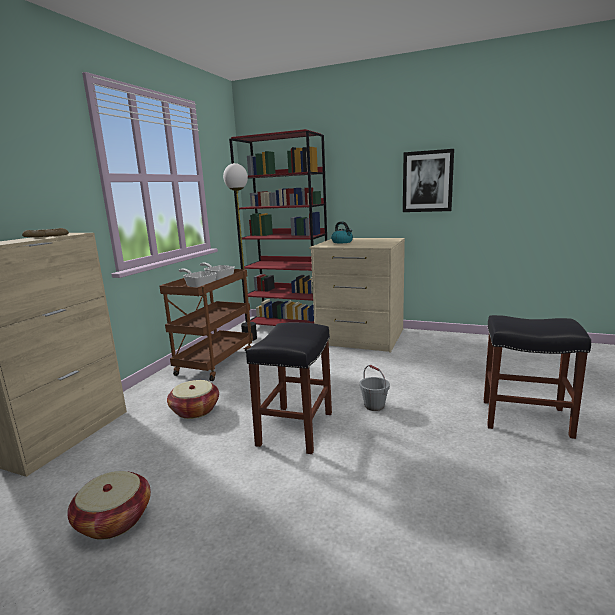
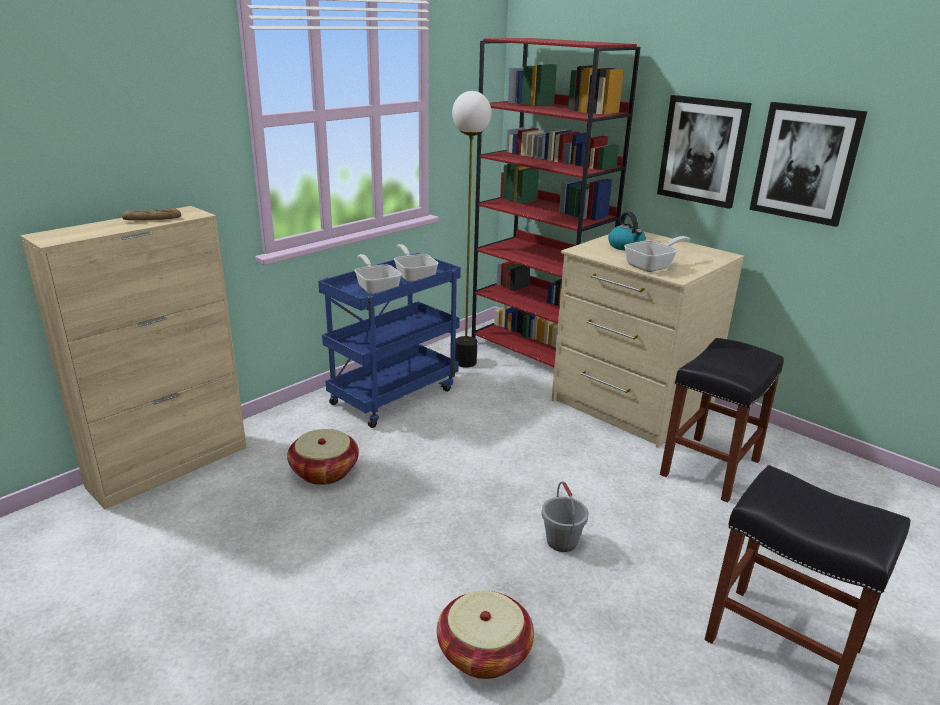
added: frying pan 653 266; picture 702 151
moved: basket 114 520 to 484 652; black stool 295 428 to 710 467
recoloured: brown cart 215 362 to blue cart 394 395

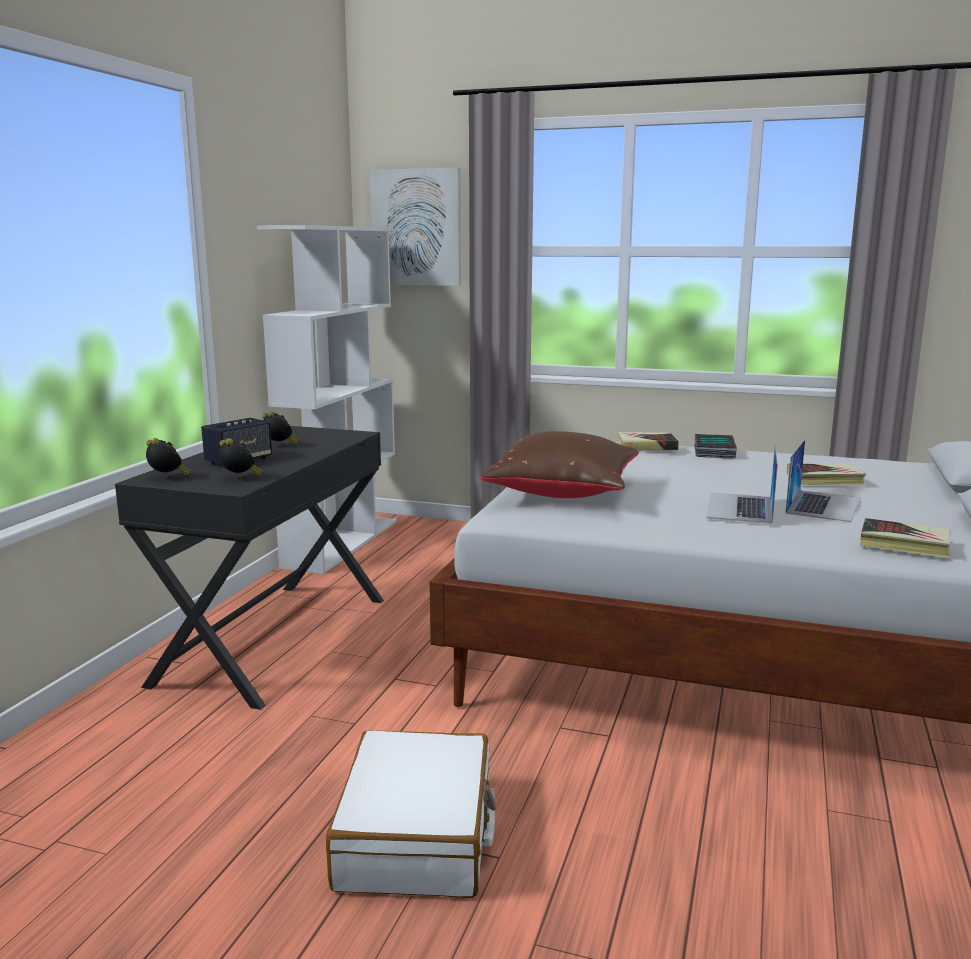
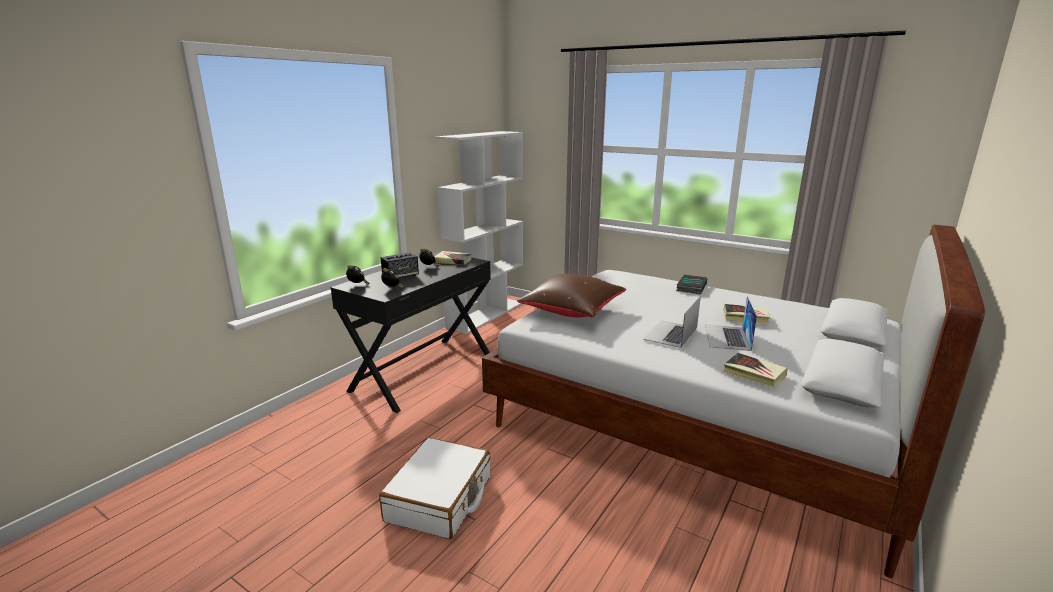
removed: picture 416 227
moved: book 646 446 to 452 261
turned: laptop 823 505 = 727 337 150 degrees clockwise

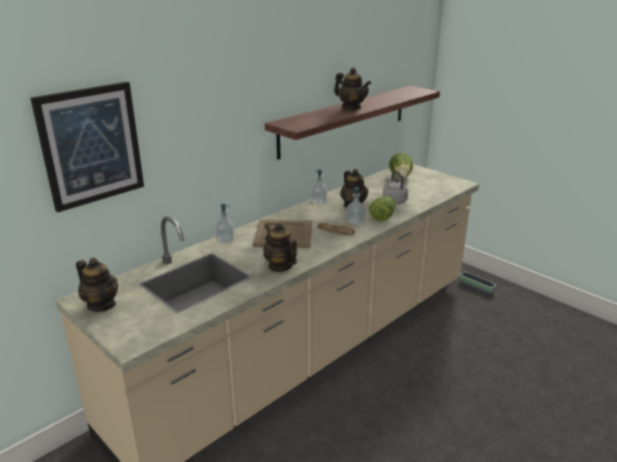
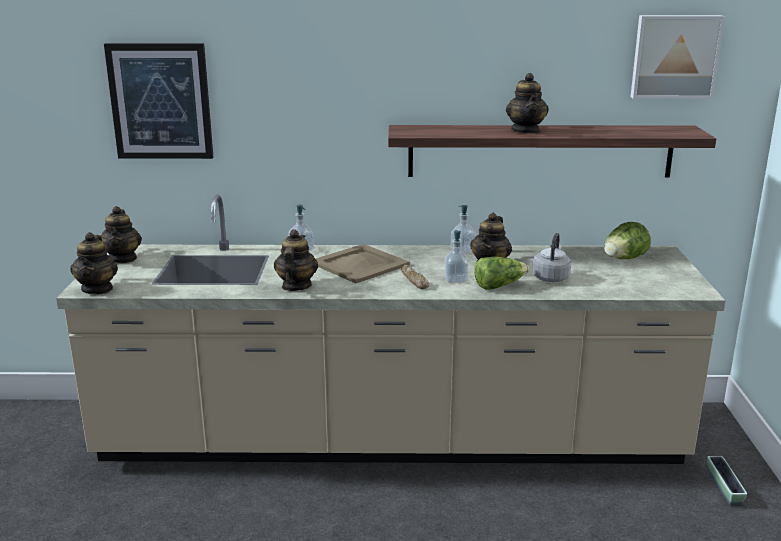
added: teapot 97 289; picture 674 56

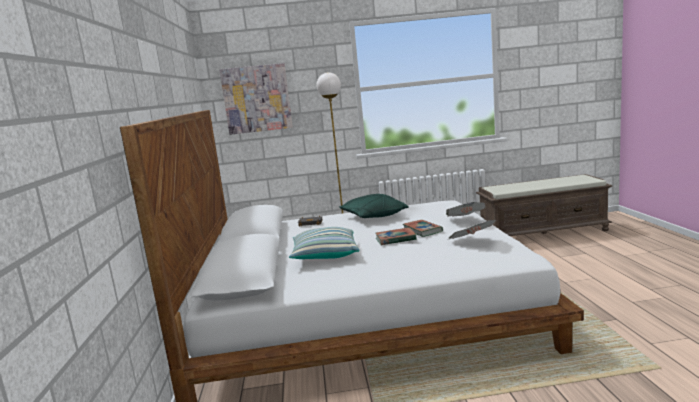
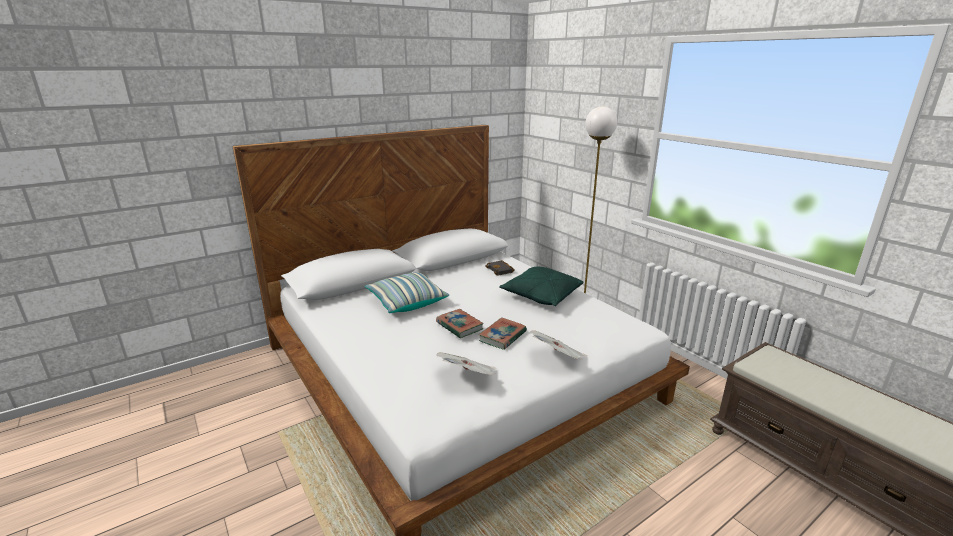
removed: picture 257 99

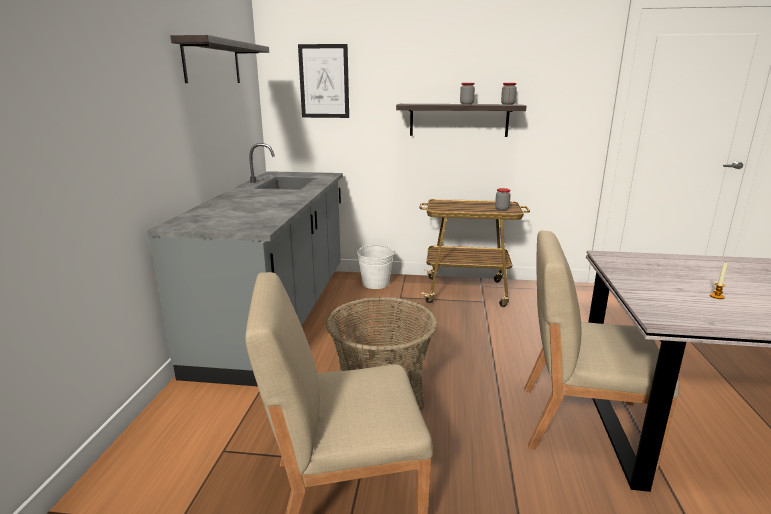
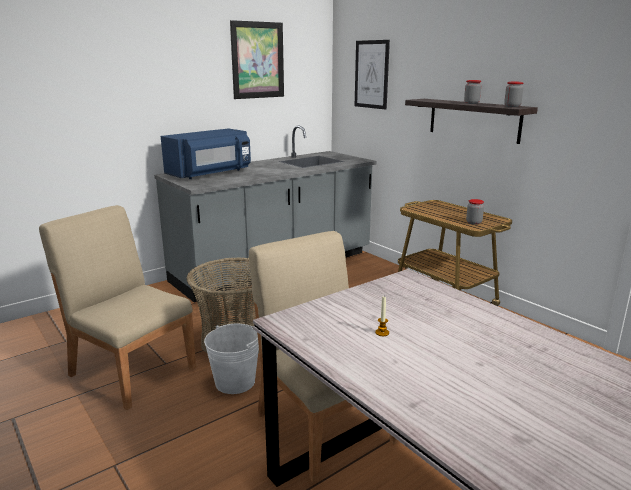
added: blue microwave 211 174
moved: white bucket 375 283 to 235 382
replaced: shelf 212 62 to picture 257 60

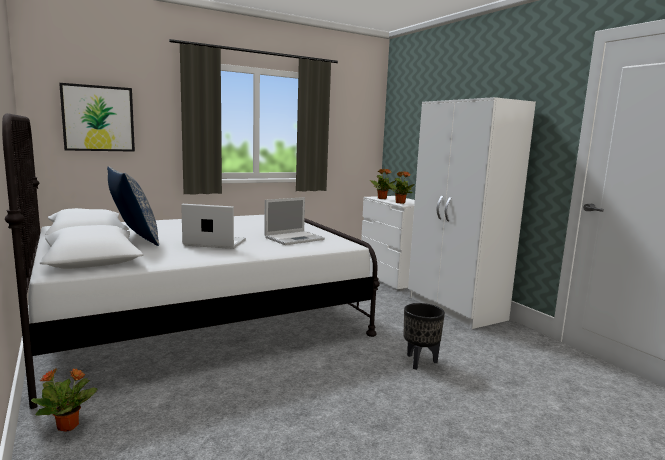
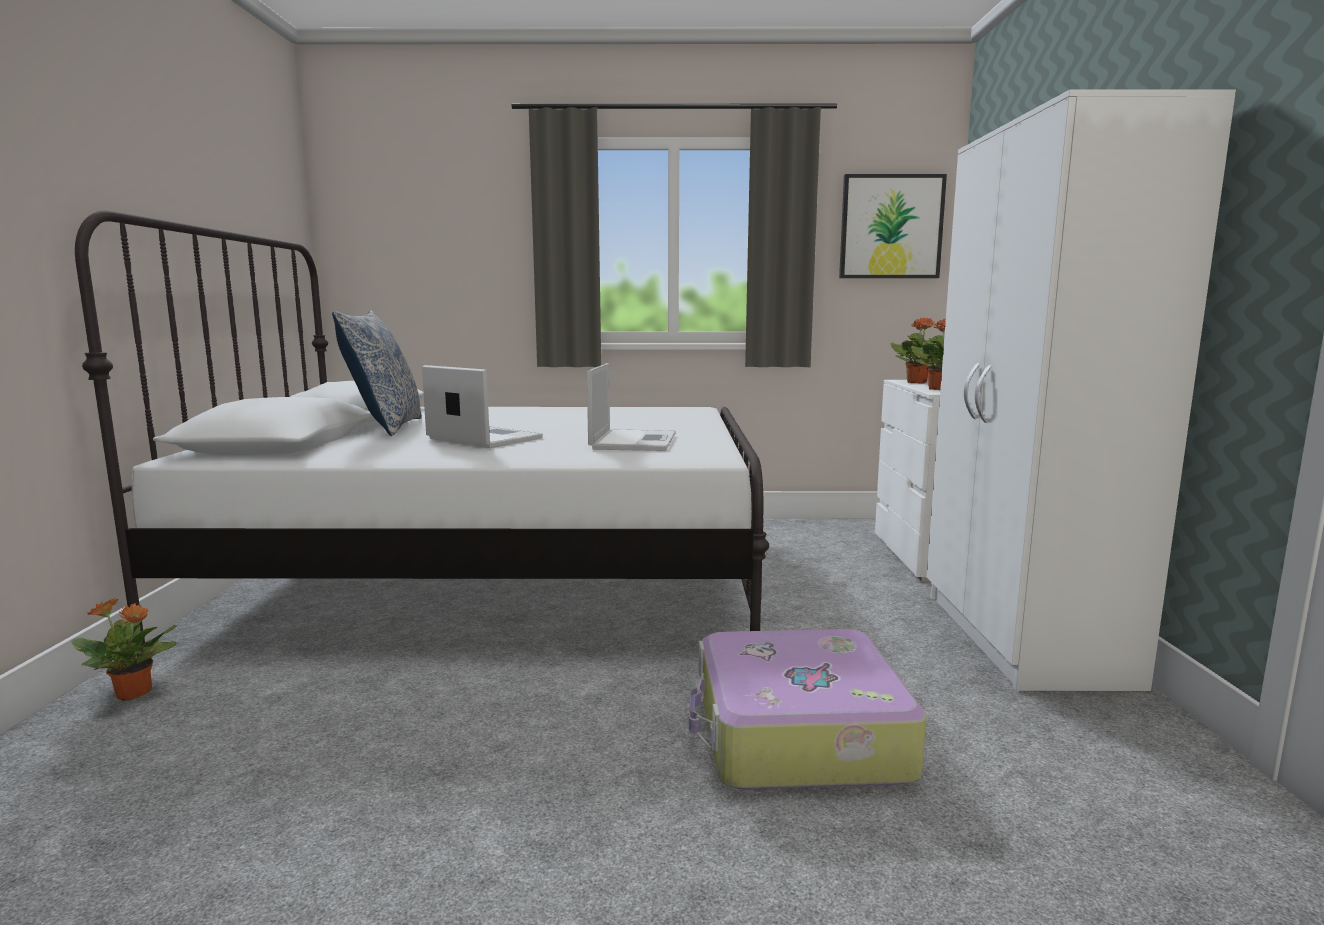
moved: picture 98 118 to 891 227
replaced: black planter 420 362 to suitcase 797 735
turned: laptop 295 238 = 633 441 75 degrees counterclockwise

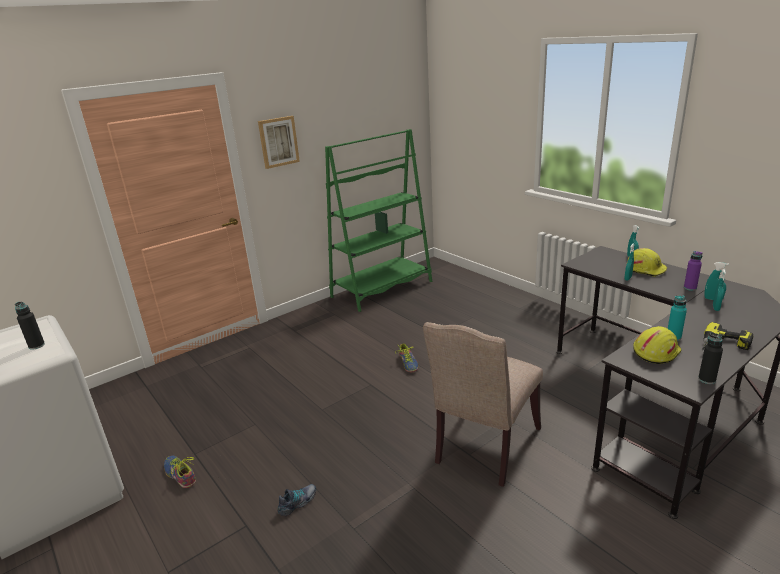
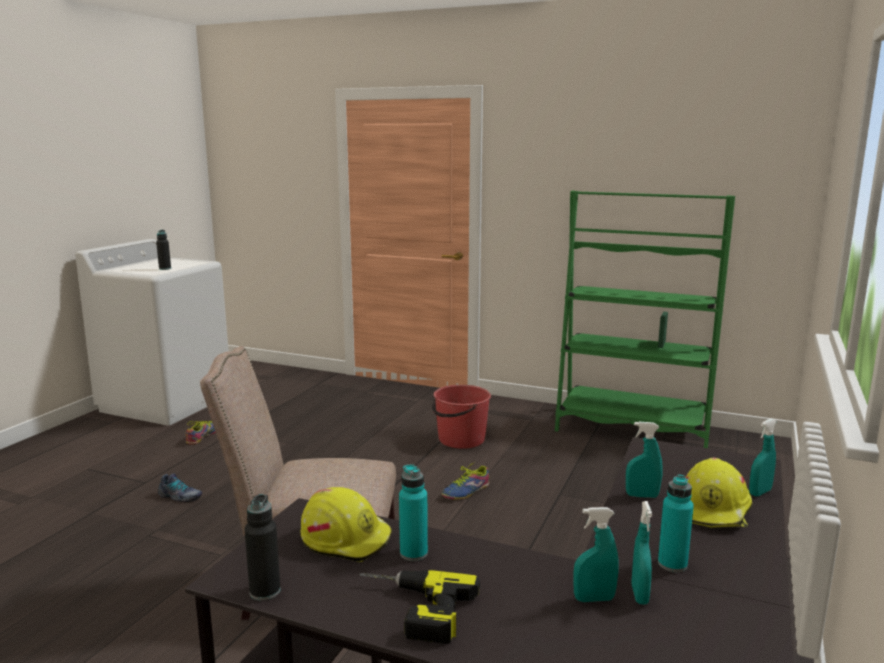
removed: picture 278 142
added: red bucket 460 439
recoloured: purple bottle 690 288 to turquoise bottle 672 564

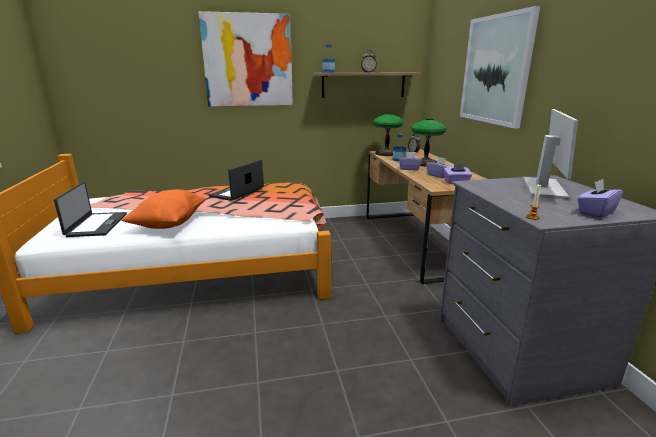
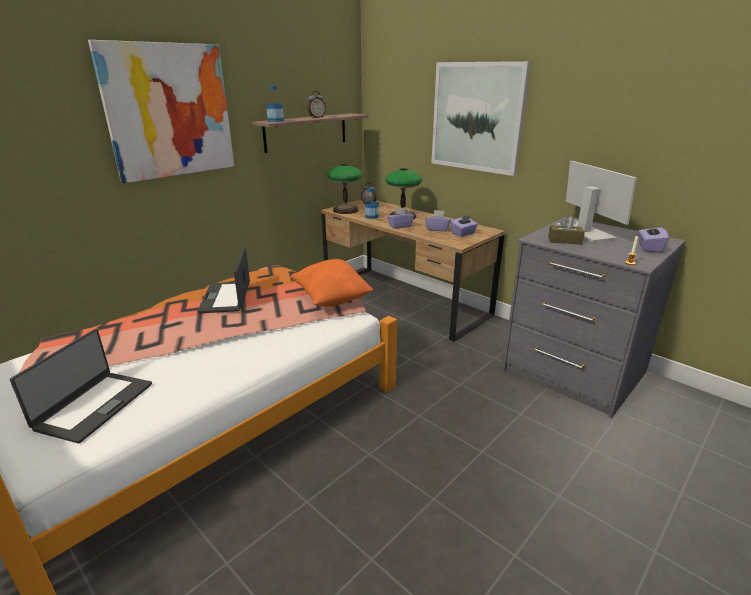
added: brown tissue box 564 241
moved: orange pillow 169 224 to 331 299
turned: laptop 96 225 = 94 406 60 degrees clockwise

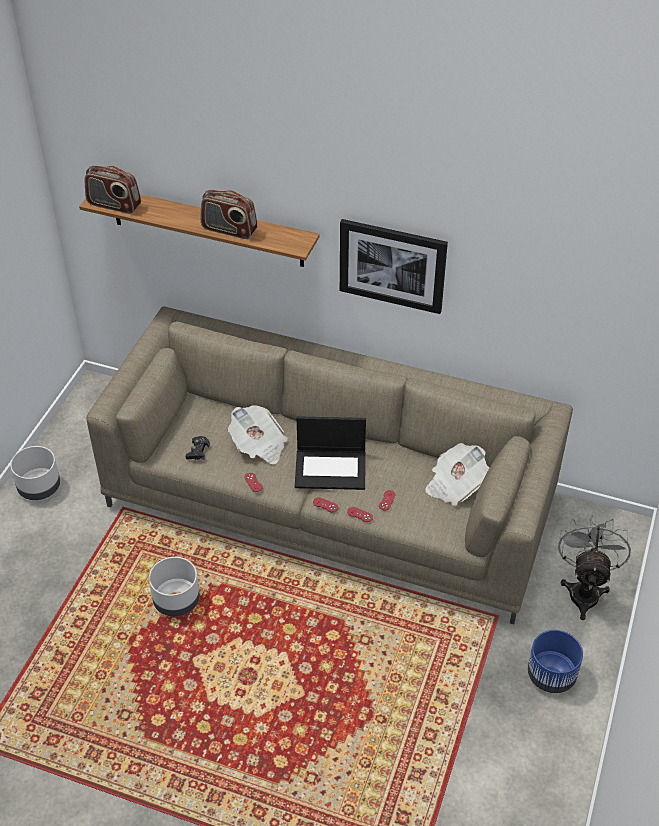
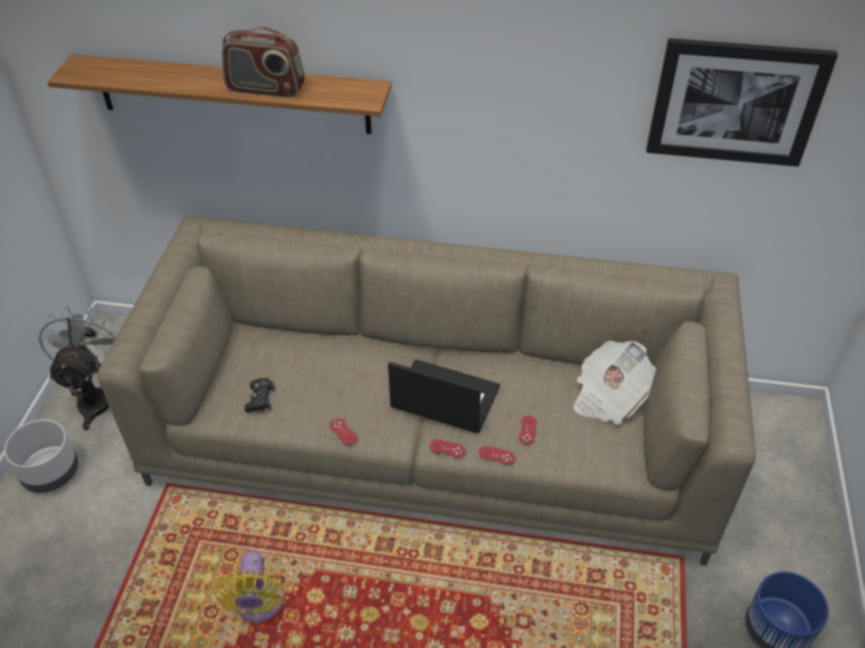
removed: radio 114 205; newspaper 259 445
moved: picture 392 265 to 735 102; grey fan 584 590 to 98 397
replaced: grey planter 177 600 to yellow fan 259 606
turned: laptop 331 469 = 443 398 150 degrees counterclockwise

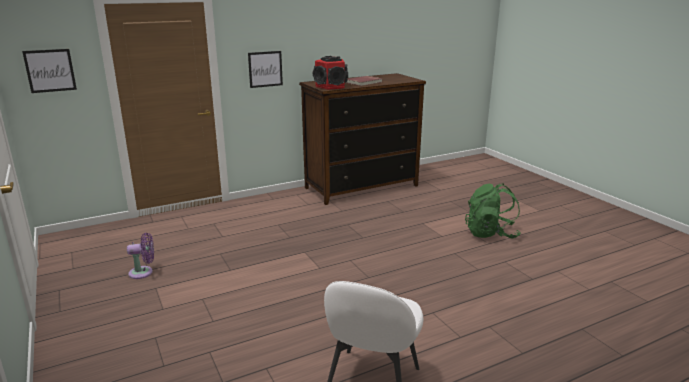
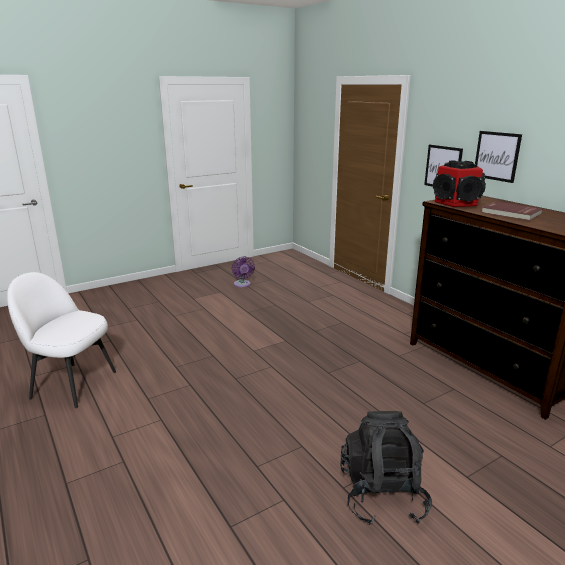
moved: picture 50 70 to 496 156
recoloured: green backpack 491 234 to black backpack 382 495

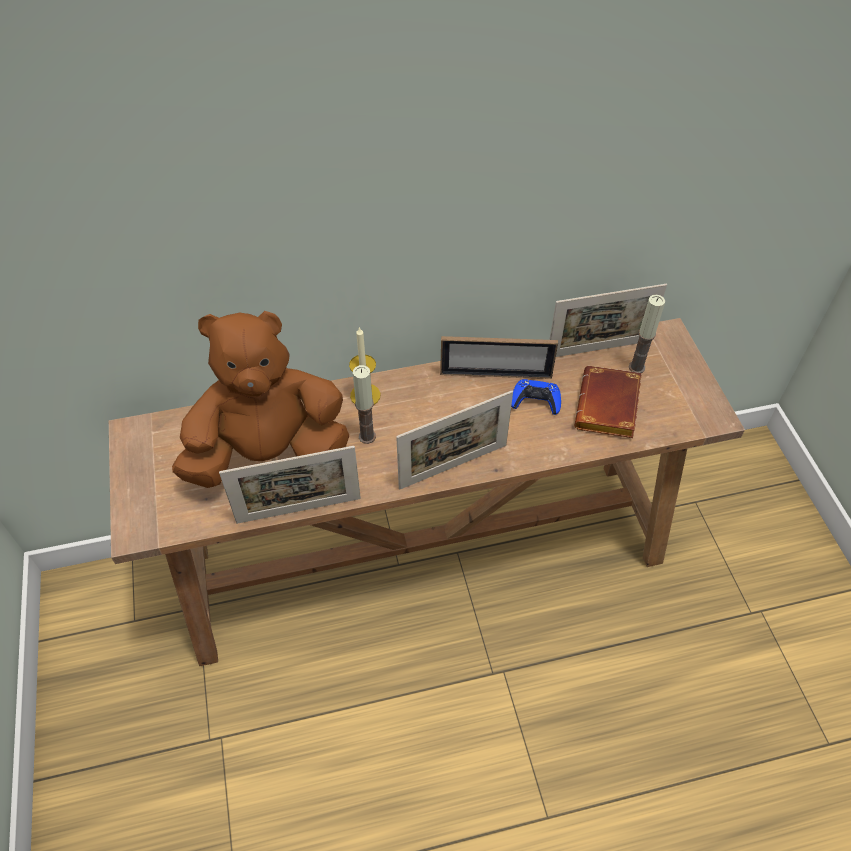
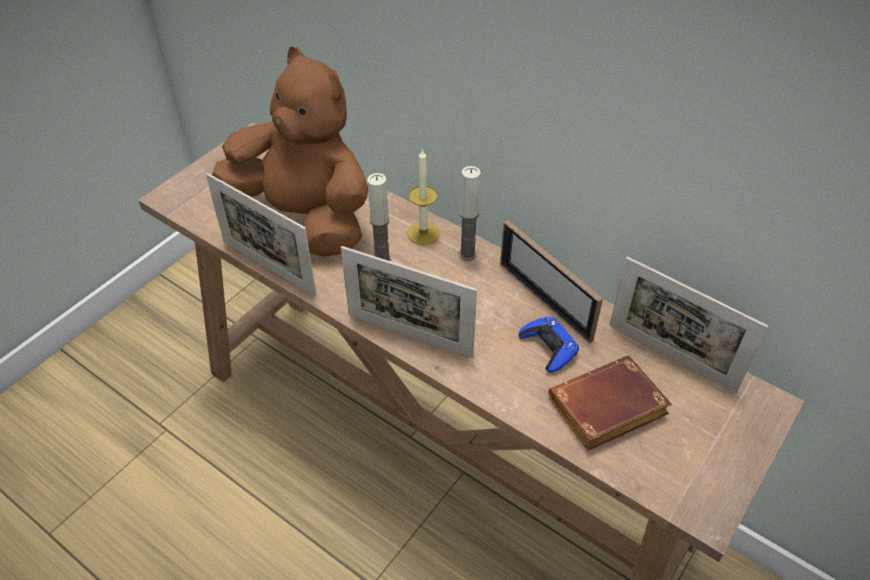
moved: candle 636 367 to 467 254

